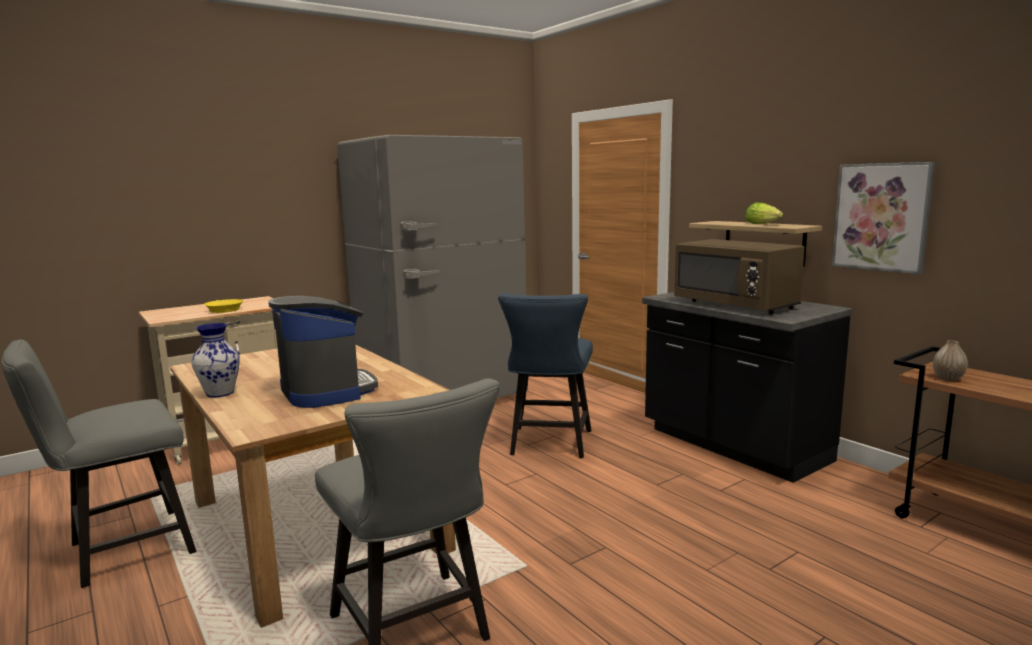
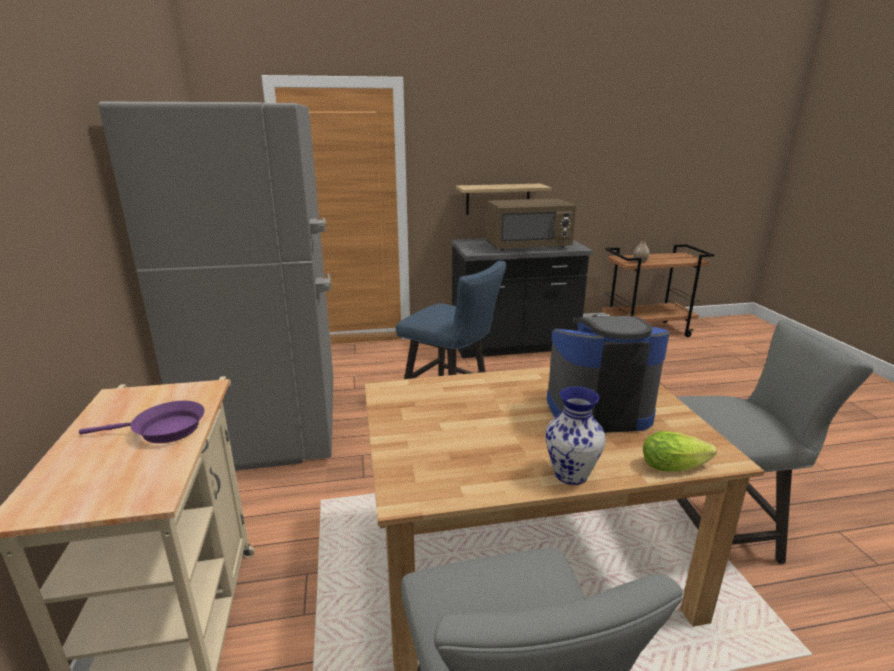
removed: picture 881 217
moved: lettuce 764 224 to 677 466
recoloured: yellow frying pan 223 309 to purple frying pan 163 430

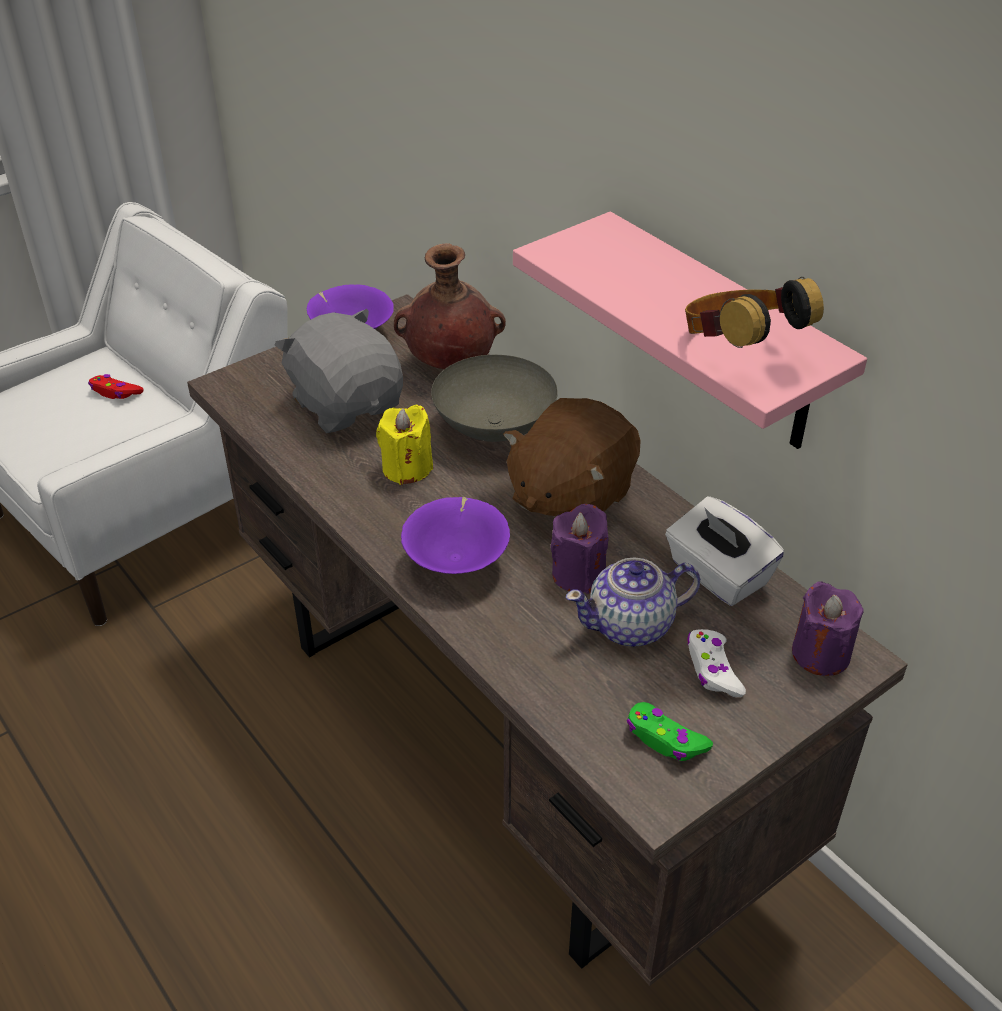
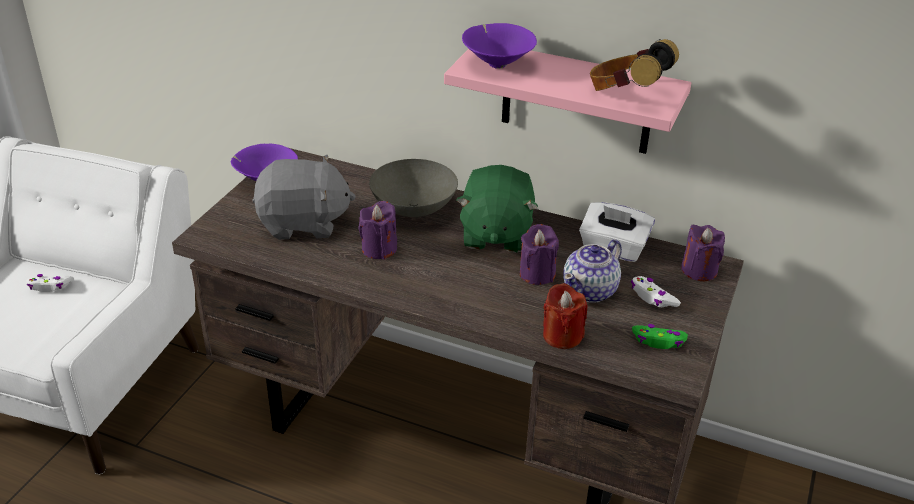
removed: brown vase 449 364
added: red candle 562 336
moved: purple bowl 457 561 to 497 64
recoloured: red game controller 115 392 to white game controller 50 286; yellow candle 407 468 to purple candle 379 249; brown plush toy 570 498 to green plush toy 495 234
turned: grey plush toy 347 404 = 303 223 150 degrees clockwise

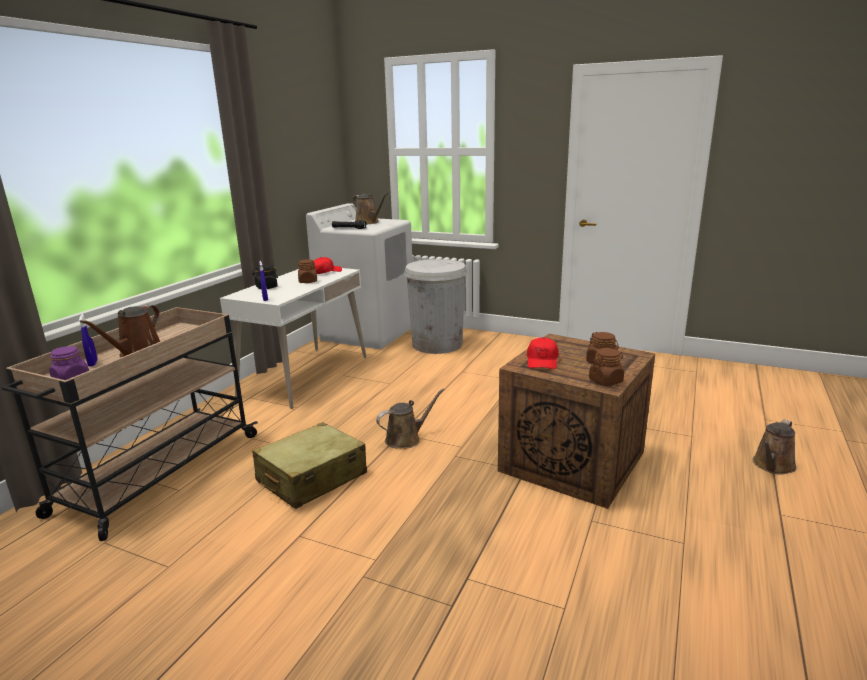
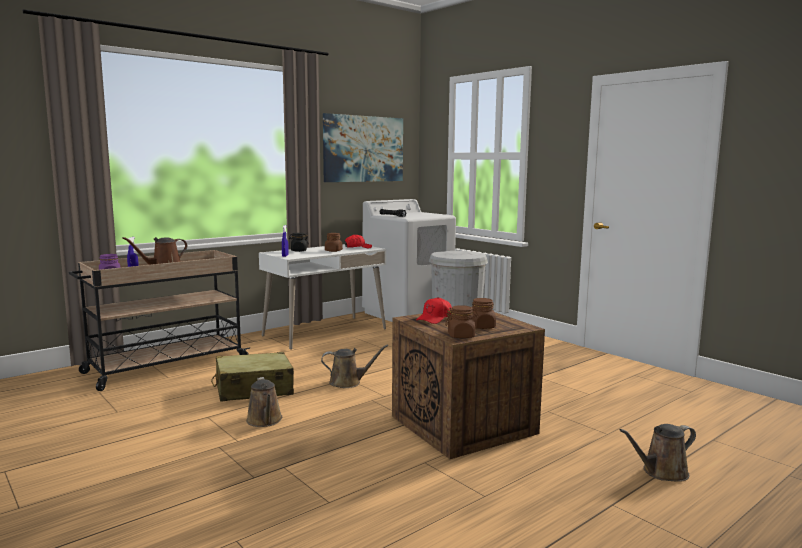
added: picture 363 149
moved: brown watering can 368 222 to 265 421

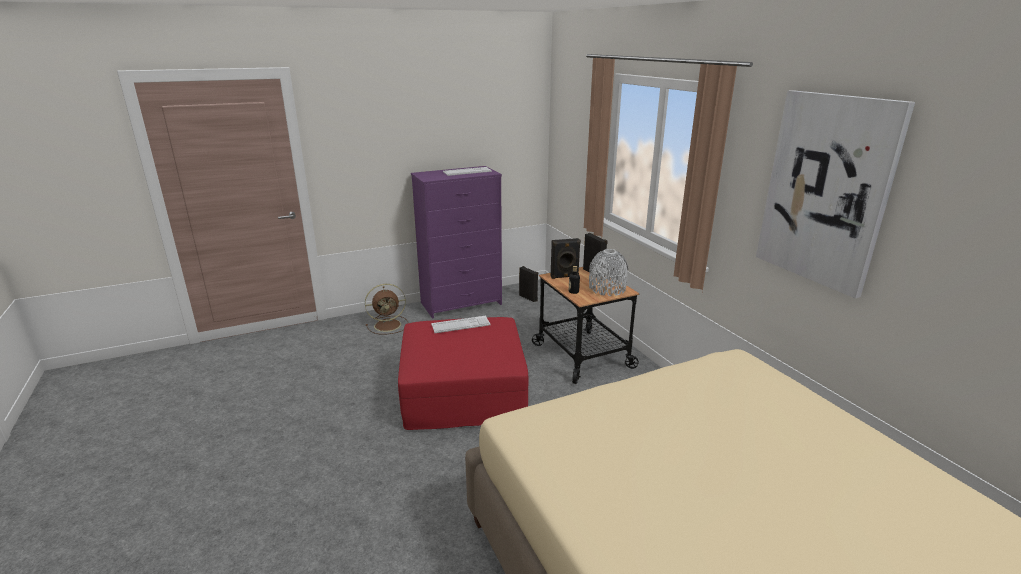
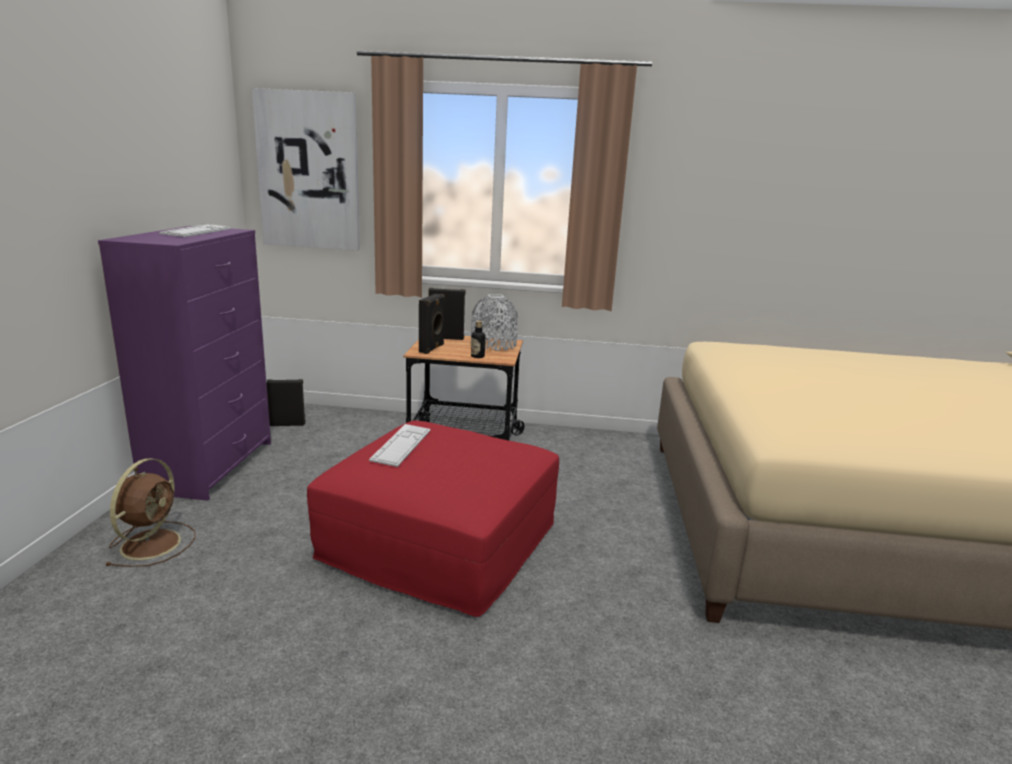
moved: picture 826 191 to 309 171

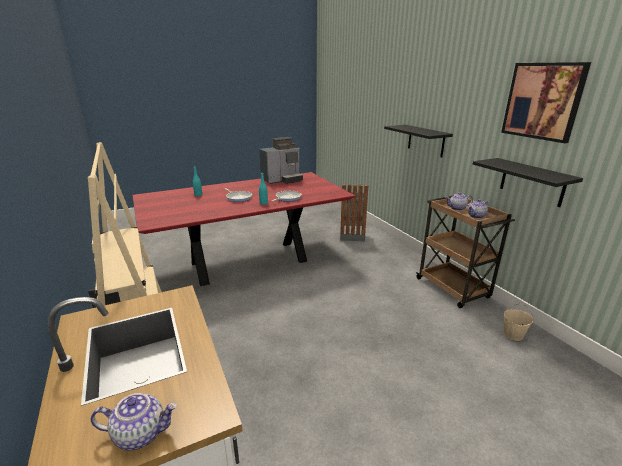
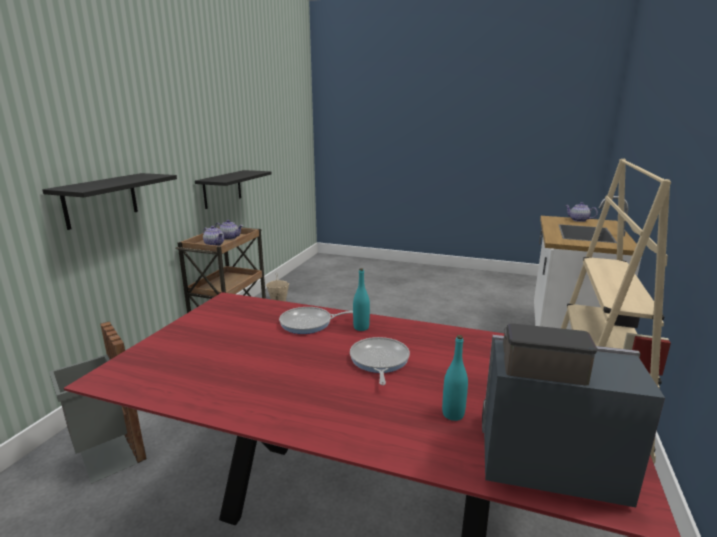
removed: picture 542 101
moved: coffee machine 282 180 to 542 460

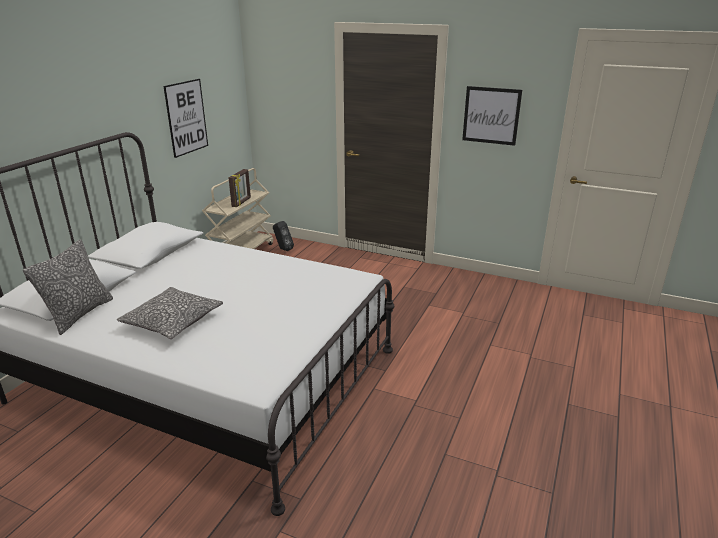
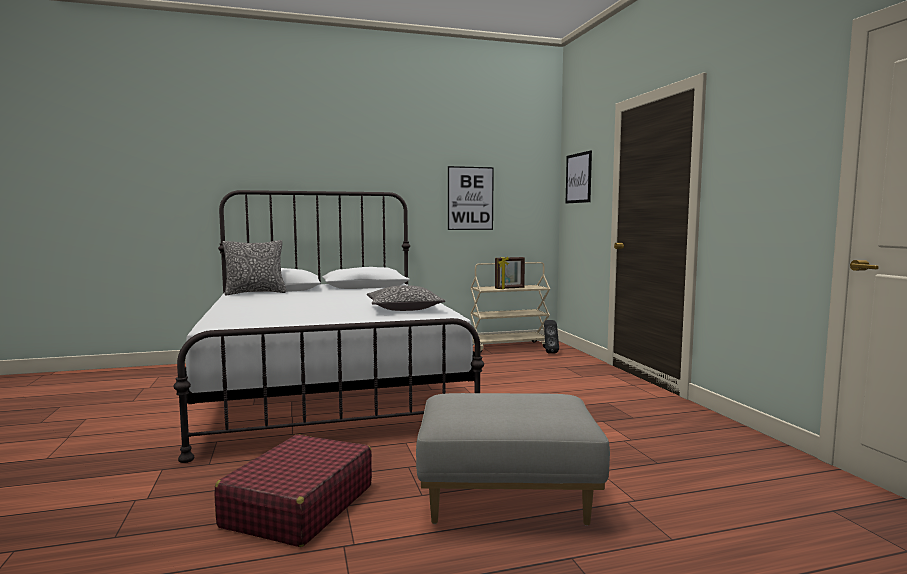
added: red suitcase 298 506; grey ottoman 506 501
moved: pillow 173 321 to 404 309; picture 491 115 to 578 178

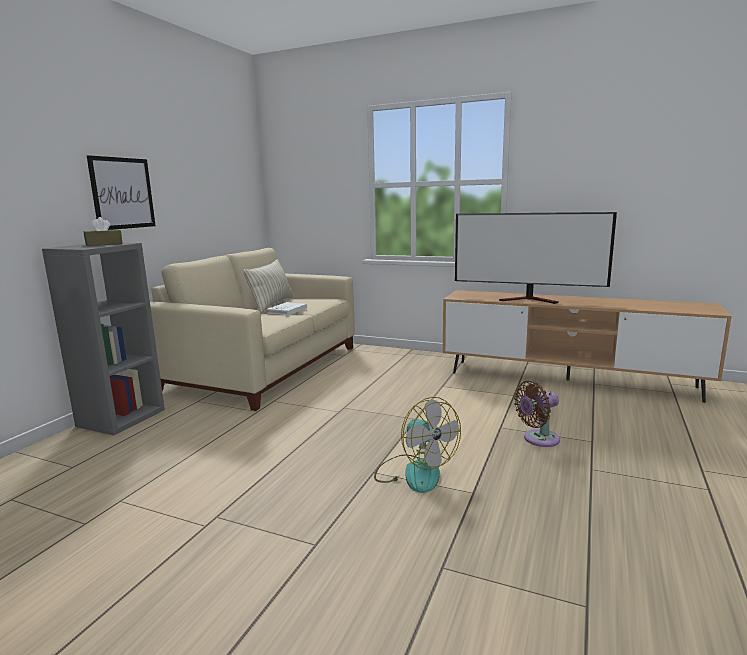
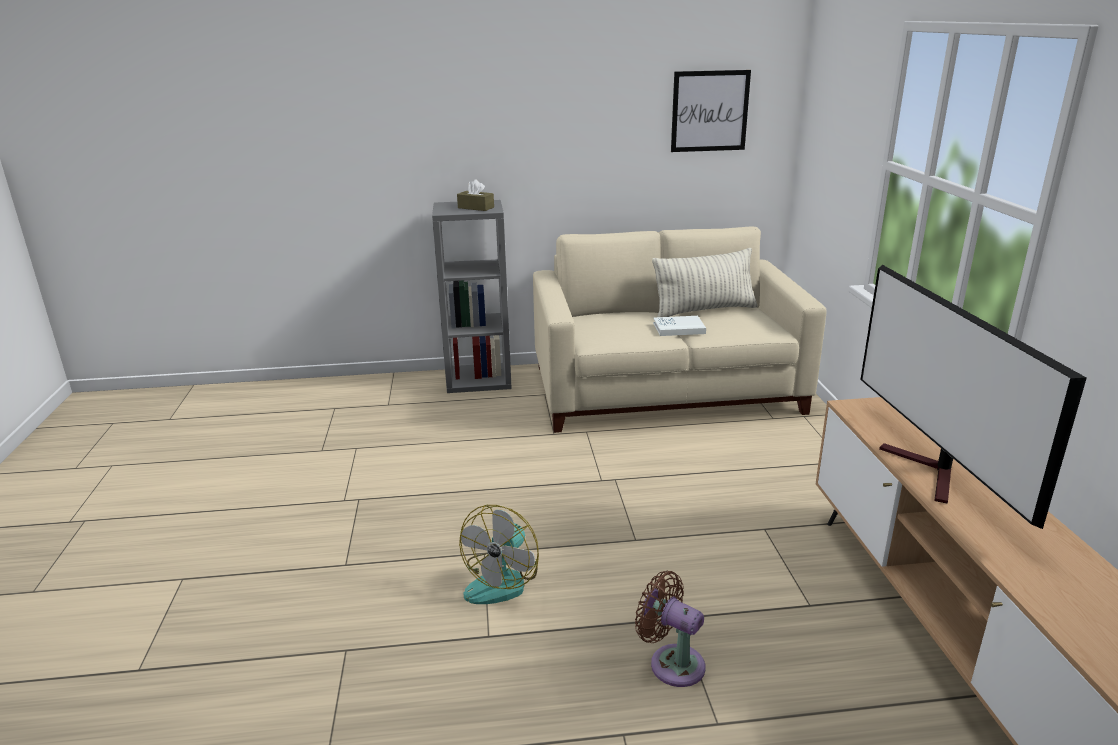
moved: picture 122 193 to 709 111

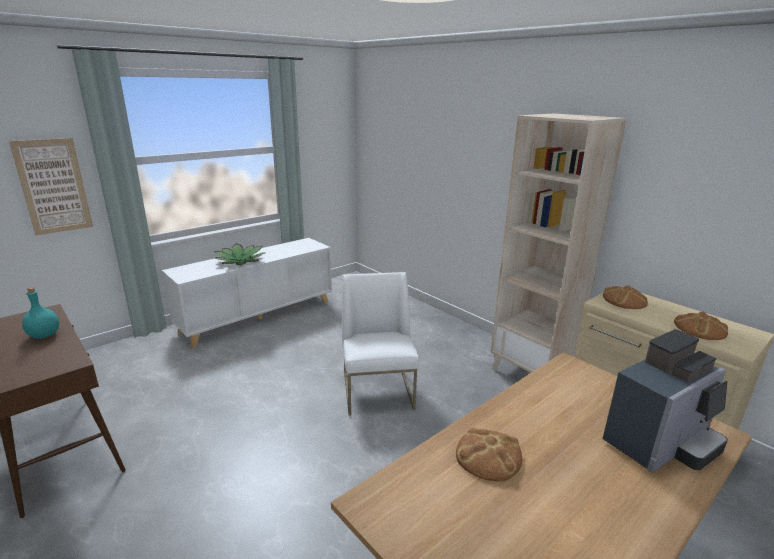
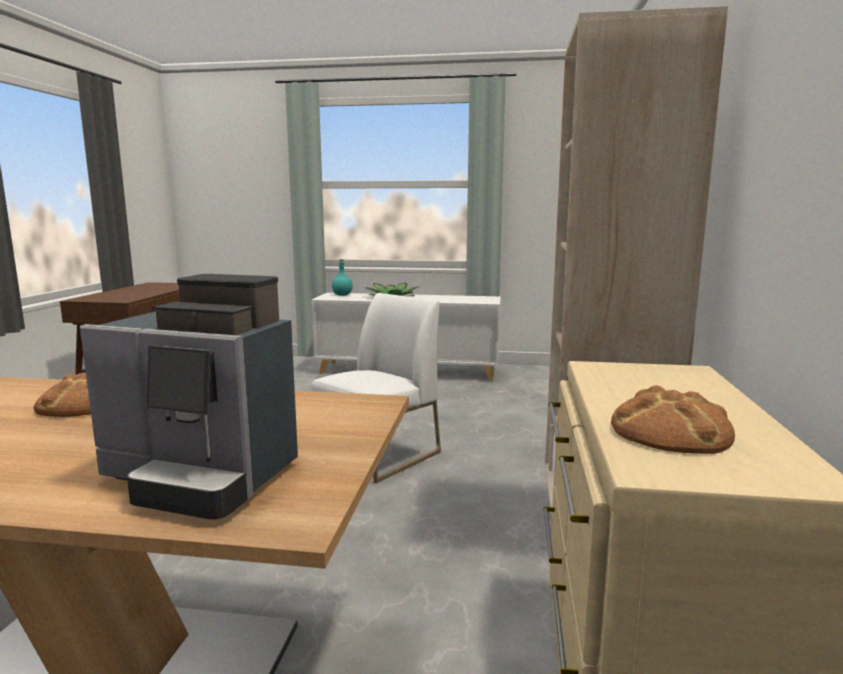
removed: picture 53 186; bread 624 300
moved: turquoise bottle 45 335 to 342 295

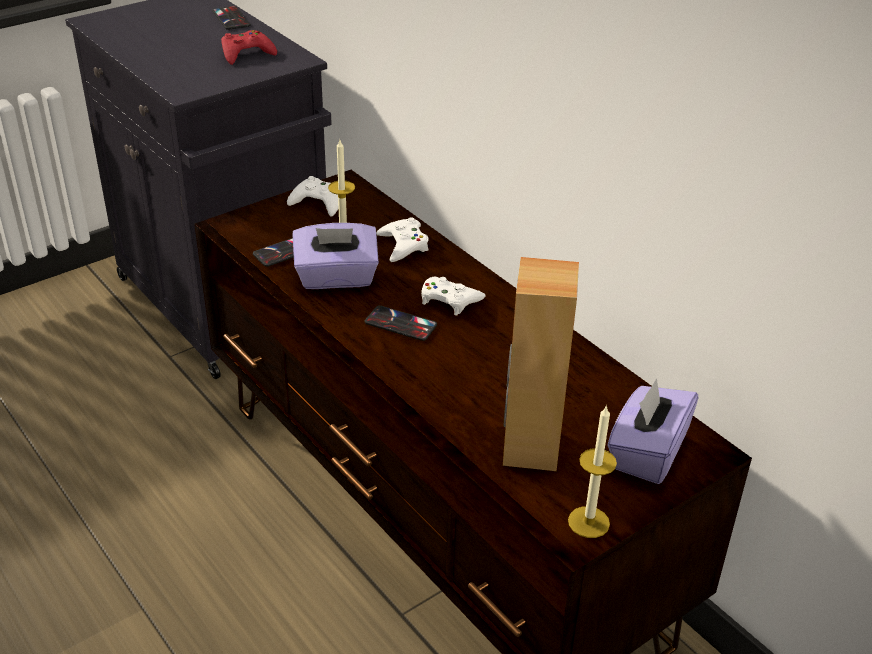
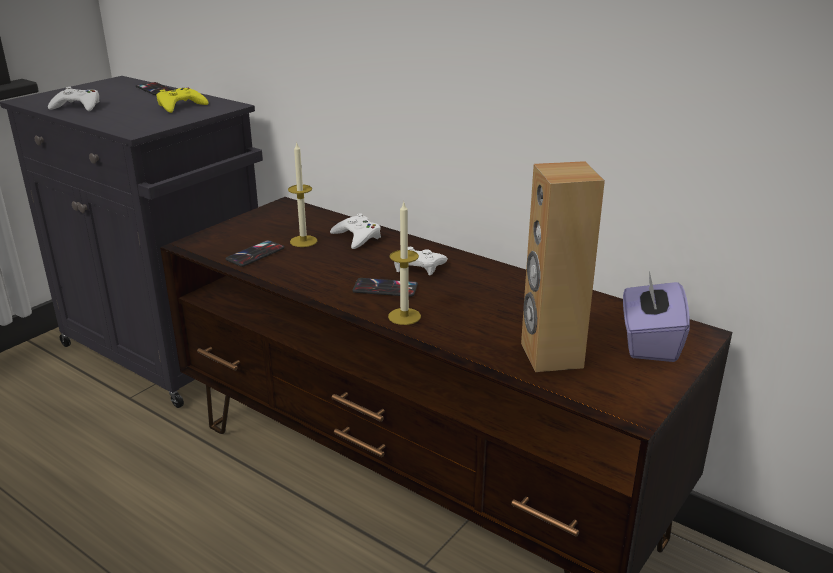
removed: purple tissue box 336 278
moved: white game controller 319 202 to 77 106; candle 588 522 to 404 316
recoloured: red game controller 246 53 to yellow game controller 180 106

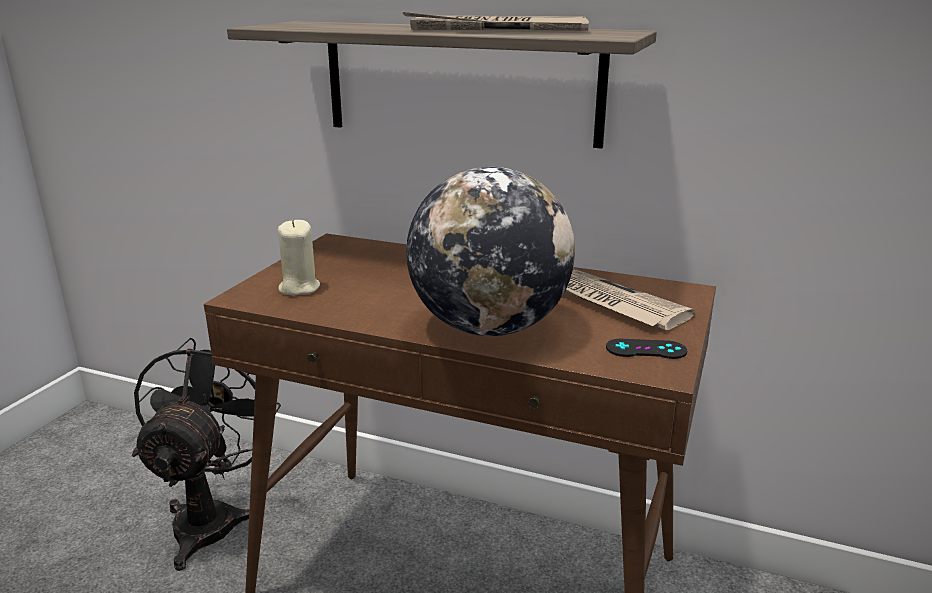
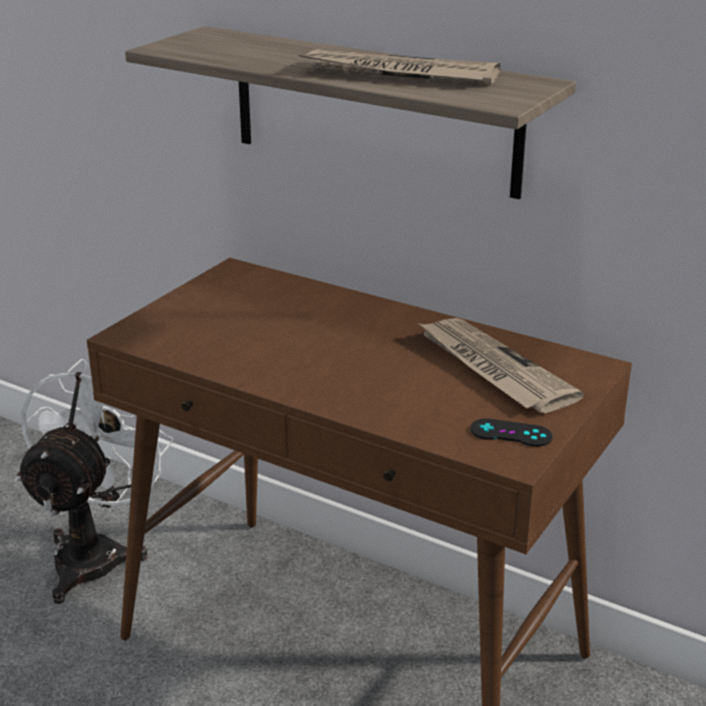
removed: beige candle 299 288; globe 489 327
recoloured: black fan 212 518 to white fan 96 553

